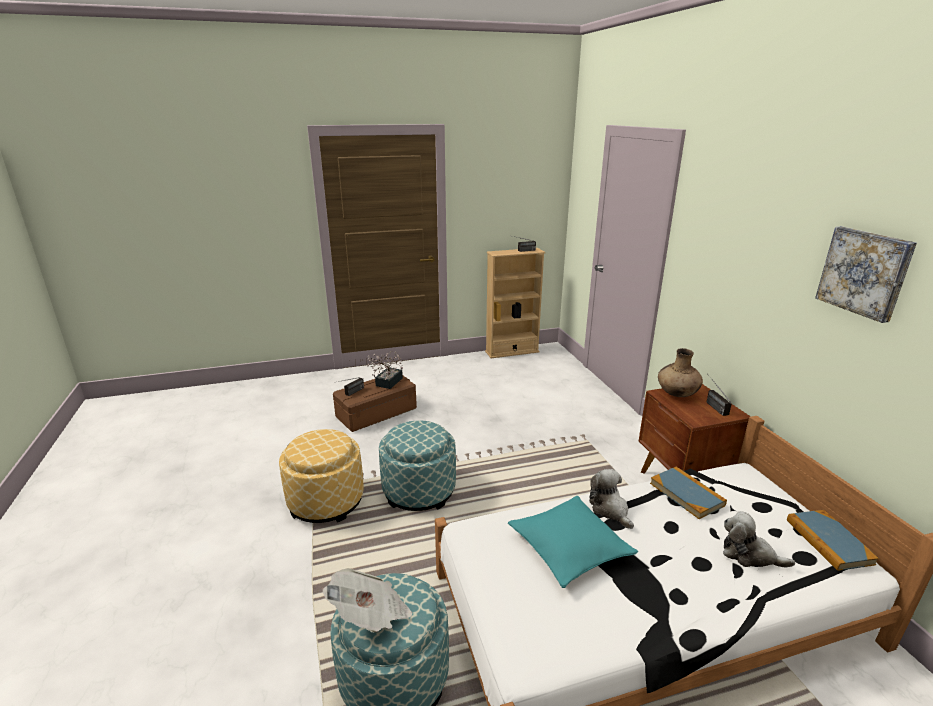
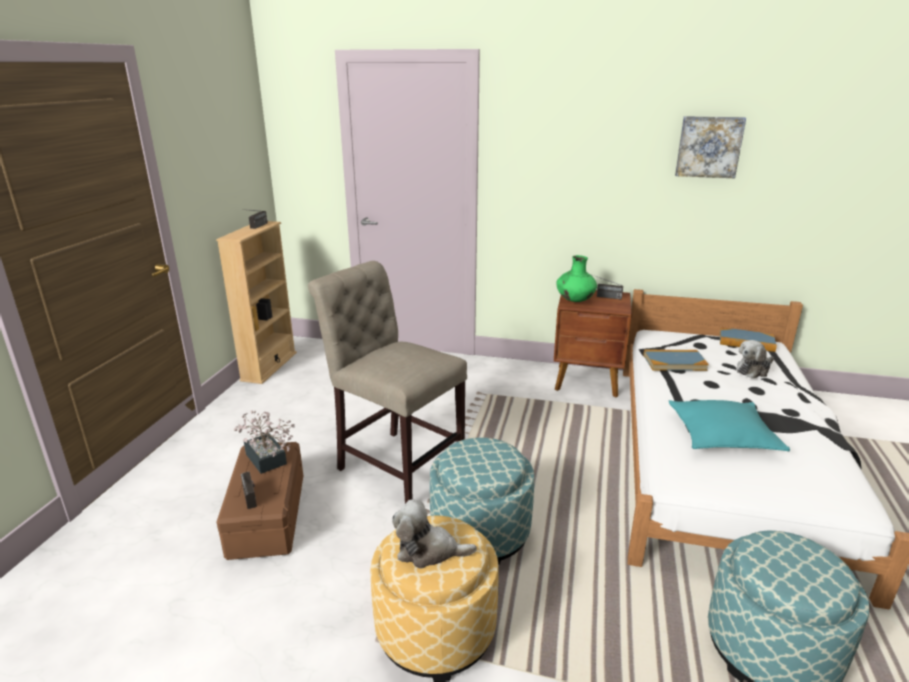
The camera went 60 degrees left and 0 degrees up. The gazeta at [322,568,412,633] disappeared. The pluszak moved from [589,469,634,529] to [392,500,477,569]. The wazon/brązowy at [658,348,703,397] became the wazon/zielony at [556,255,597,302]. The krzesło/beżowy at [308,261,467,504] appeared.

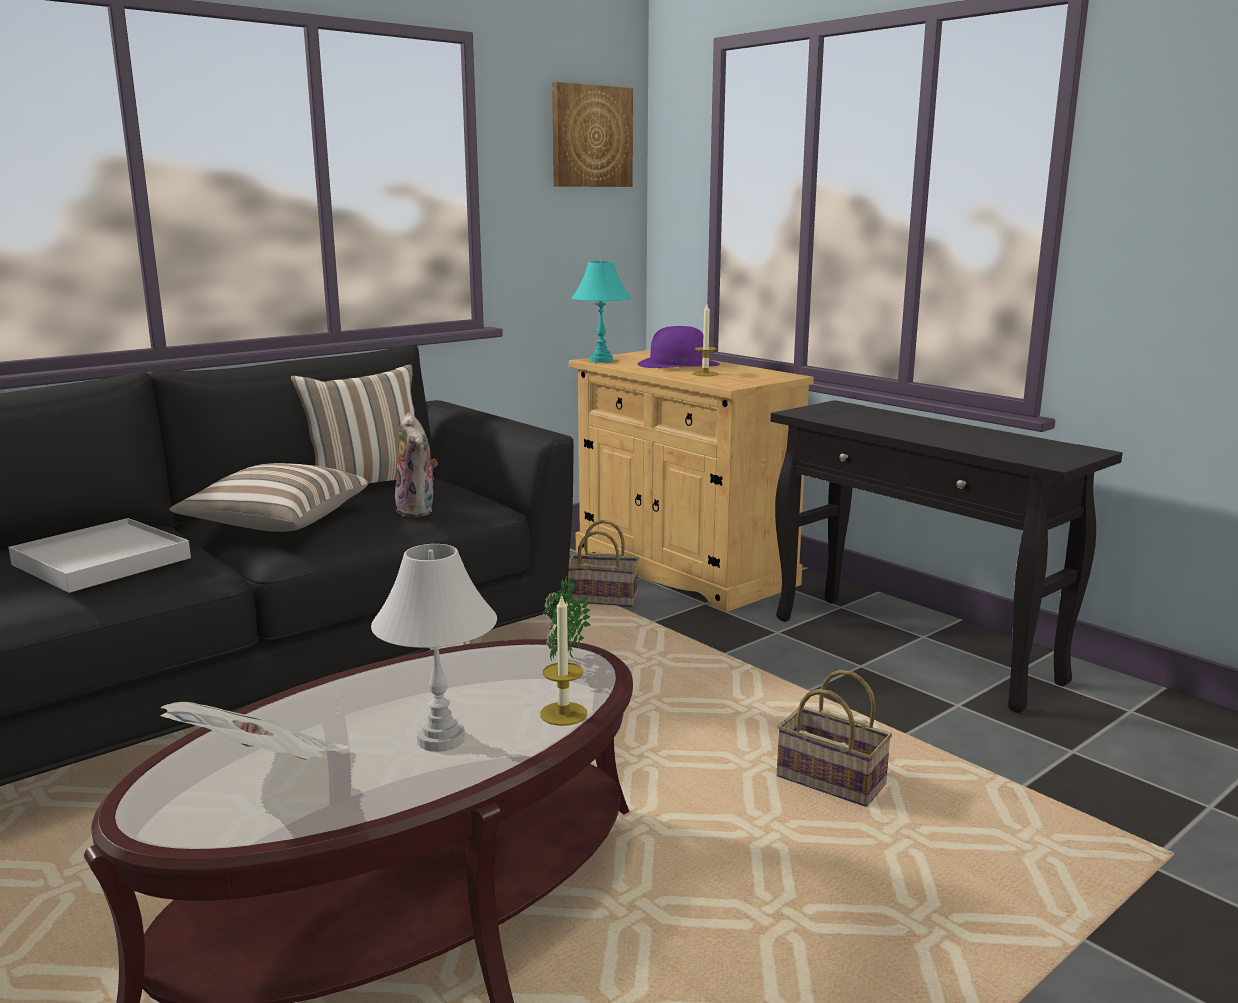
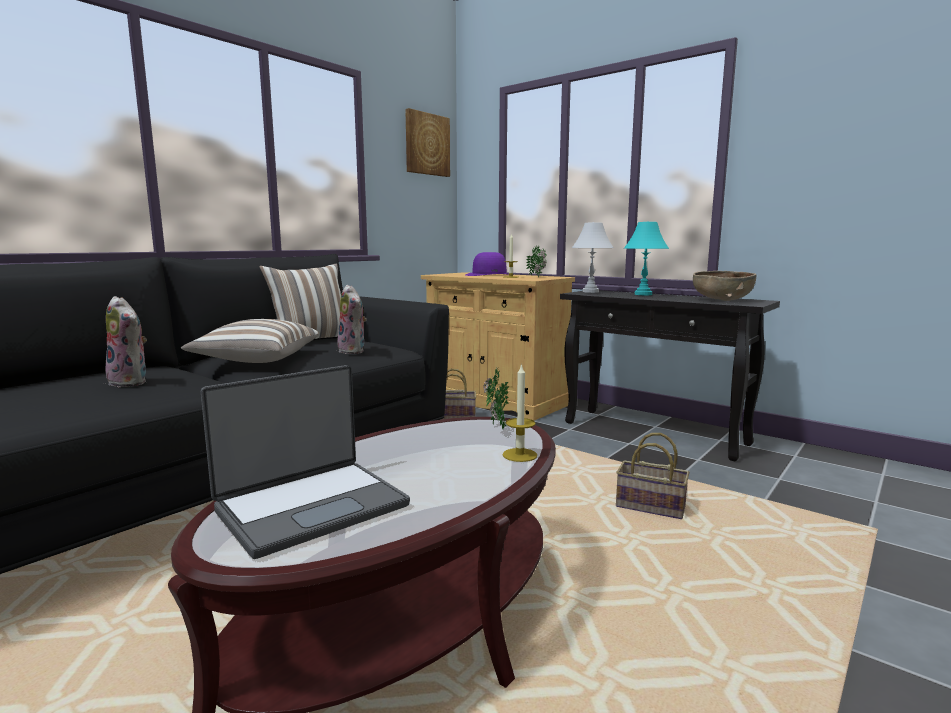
The camera went 10 degrees left and 5 degrees down. The taca/biały at [8,518,191,593] was replaced by the pluszak at [106,296,147,387]. The gazeta at [160,702,349,760] was replaced by the laptop at [200,365,410,559]. The lampa stołowa/biały moved from [371,544,497,752] to [572,222,614,293]. The lampa stołowa/turkusowy moved from [572,261,631,363] to [624,221,669,295]. The roślina doniczkowa at [526,245,547,277] appeared. The miska/brązowy at [693,271,757,301] appeared.

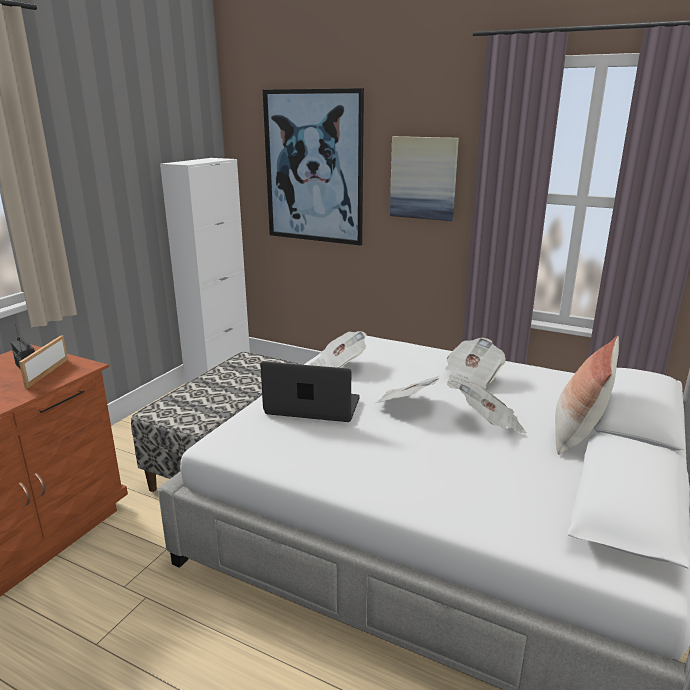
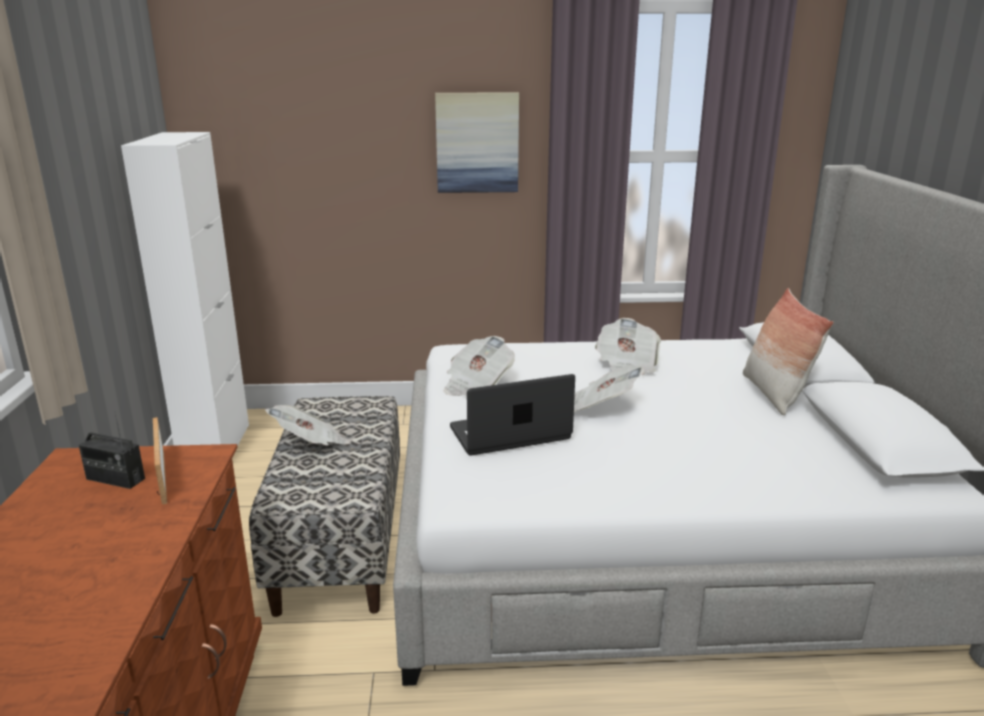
The camera went 30 degrees left and 0 degrees up. The obraz at [263,88,364,245] disappeared. The gazeta moved from [457,382,527,433] to [265,405,350,445].

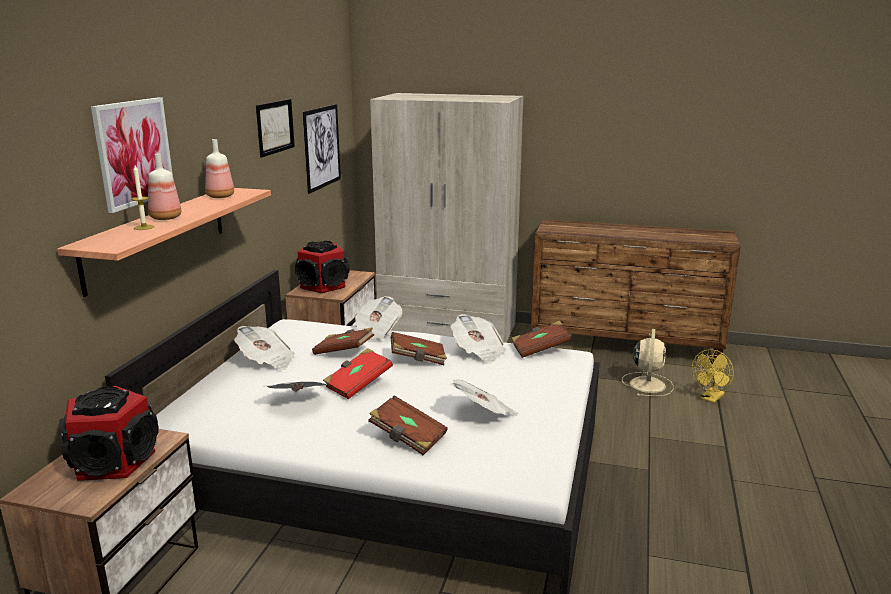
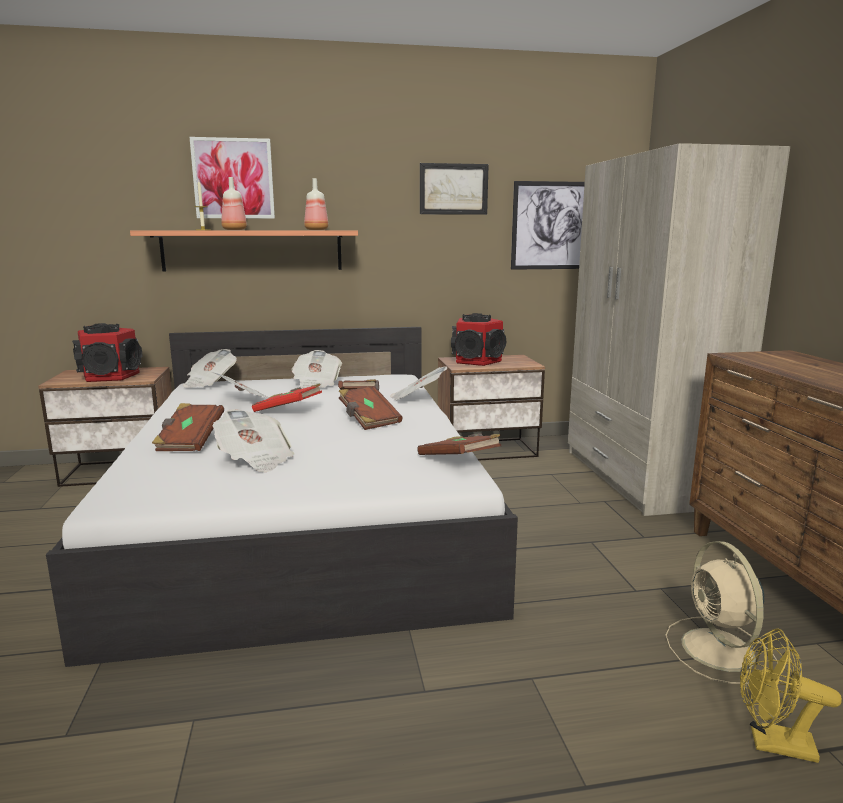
The camera went 65 degrees right and 5 degrees down. The gazeta moved from [451,314,506,363] to [183,349,237,388]. The wentylator/beżowy at [622,329,674,396] turned 90 degrees clockwise.

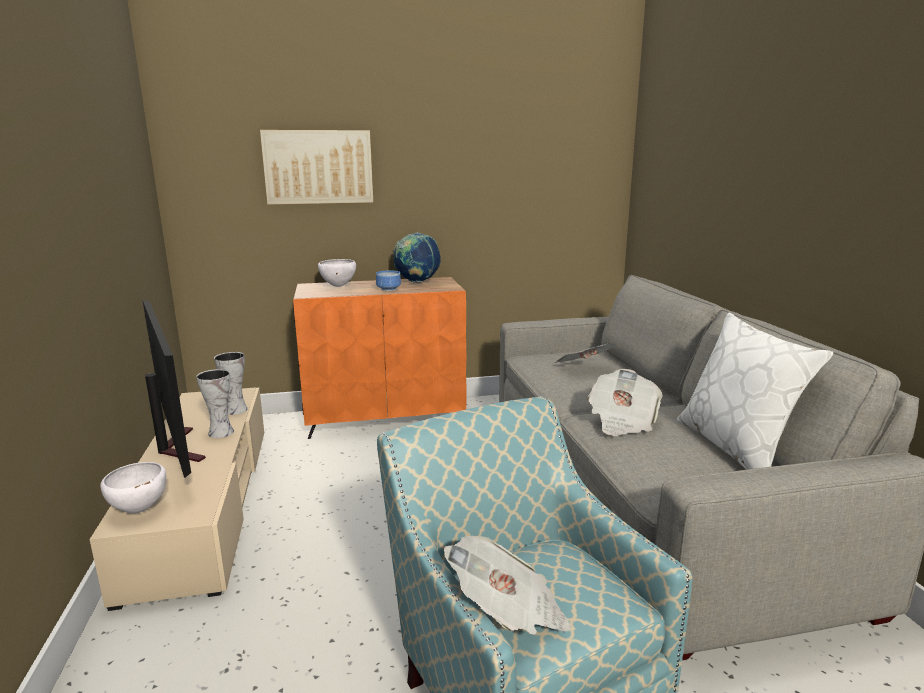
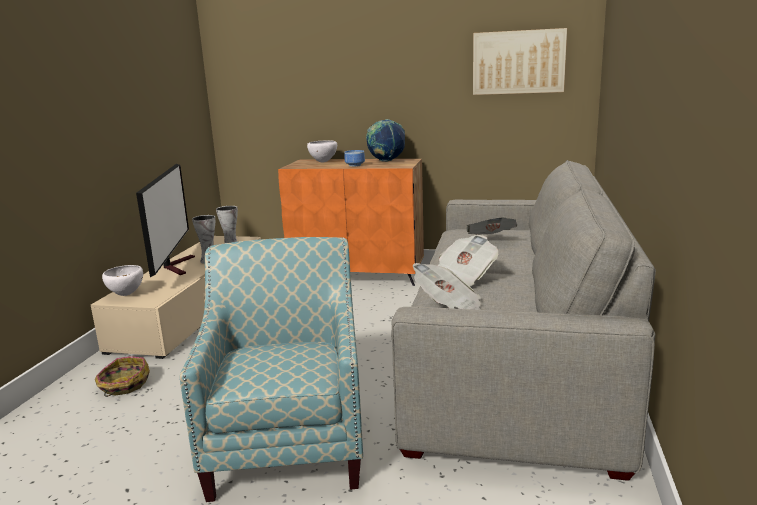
The camera went 25 degrees right and 0 degrees up. The obraz moved from [260,130,373,205] to [473,28,567,95]. The gazeta moved from [444,536,572,635] to [412,263,481,310]. The poduszka/biały at [677,313,833,470] disappeared. The koszyk at [95,356,150,397] appeared.

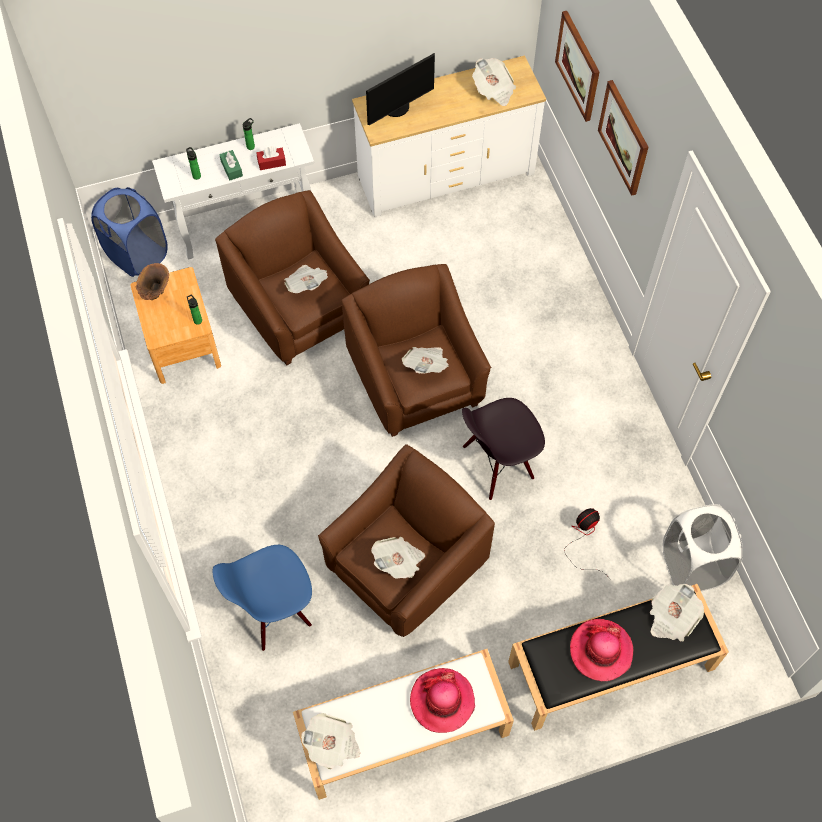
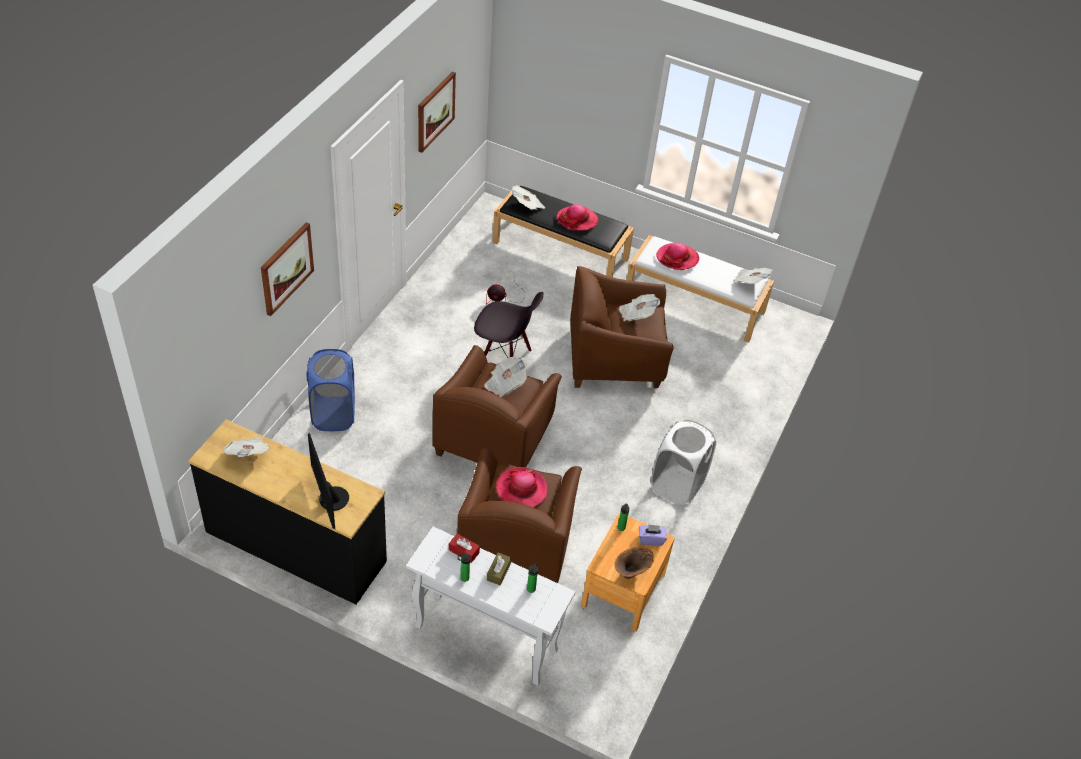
The camera went 140 degrees left and 15 degrees down. The kosz na pranie/niebieski moved from [91,187,168,277] to [306,349,355,431]. The krzesło/niebieski at [213,545,312,651] disappeared. The pudełko chusteczek/zielony at [219,150,243,181] became the pudełko chusteczek/brązowy at [487,553,511,585]. The gazeta at [284,265,328,293] was replaced by the kapelusz at [496,467,548,507]. The komoda/biały at [352,55,546,217] became the komoda/czarny at [188,419,387,605]. The monitor at [366,53,435,125] turned 120 degrees counterclockwise. The obraz moved from [555,11,599,122] to [418,72,456,153]. The kosz na pranie/biały moved from [663,504,743,591] to [651,420,716,505]. The pudełko chusteczek/fioletowy at [639,524,667,546] appeared.

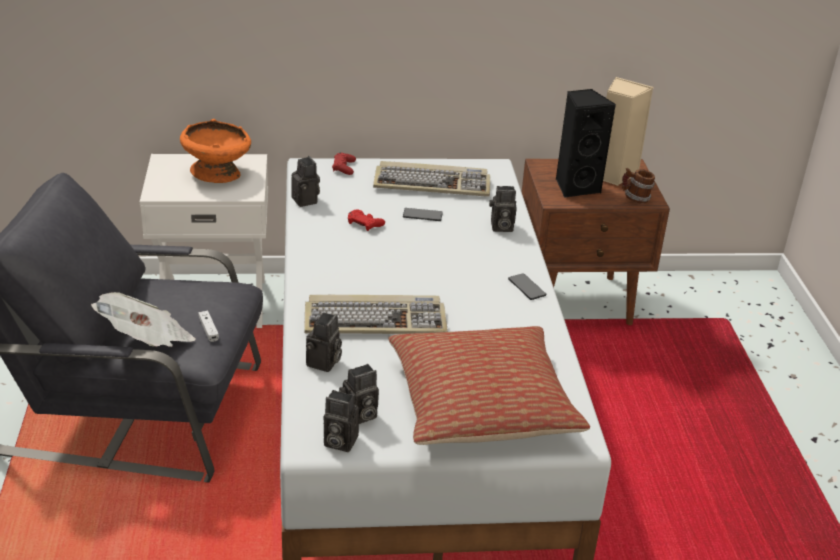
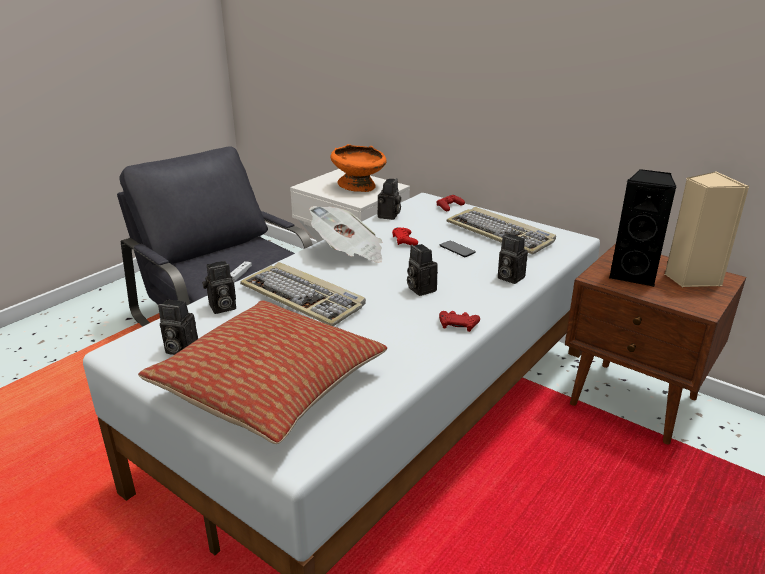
The camera went 45 degrees right and 5 degrees down. The gazeta moved from [91,292,196,347] to [309,206,382,263]. The aparat fotograficzny moved from [324,390,359,452] to [407,244,438,296]. The telefon at [508,273,546,300] was replaced by the pad do gier/czerwony at [439,311,480,332]. The kubek at [622,168,655,204] disappeared.

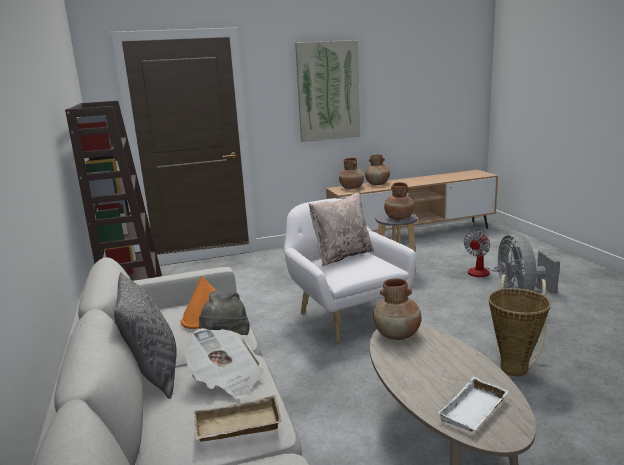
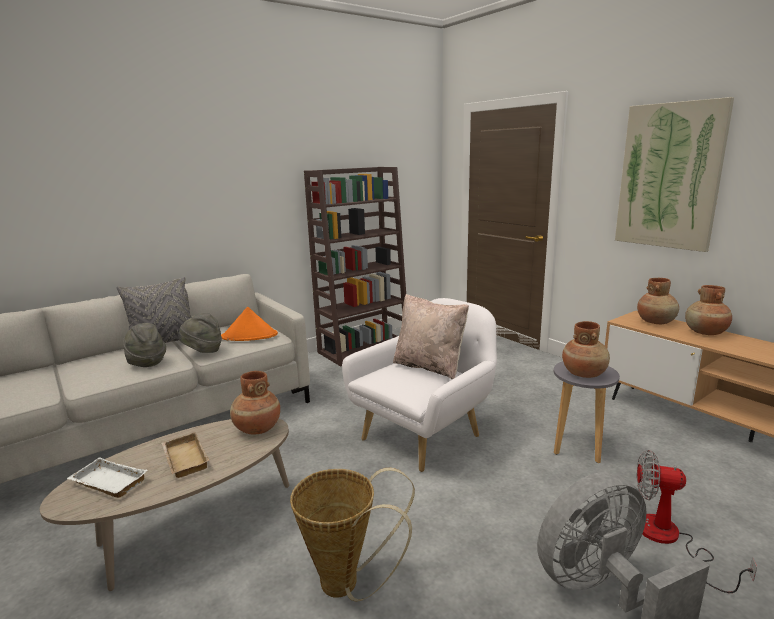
The camera went 70 degrees right and 0 degrees up. The gazeta at [183,328,264,399] was replaced by the kapelusz/szary at [123,323,166,367]. The taca/beżowy moved from [194,395,282,442] to [162,432,209,478].

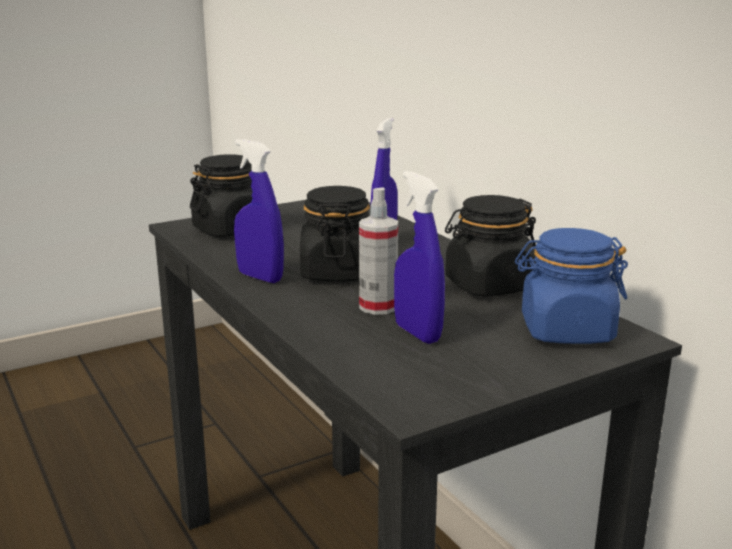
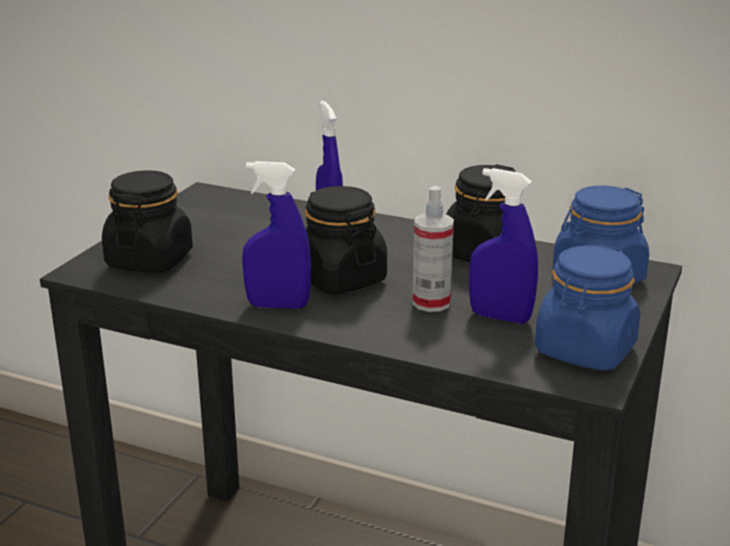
The camera went 35 degrees left and 5 degrees up. The słoik/niebieski at [535,244,641,371] appeared.

